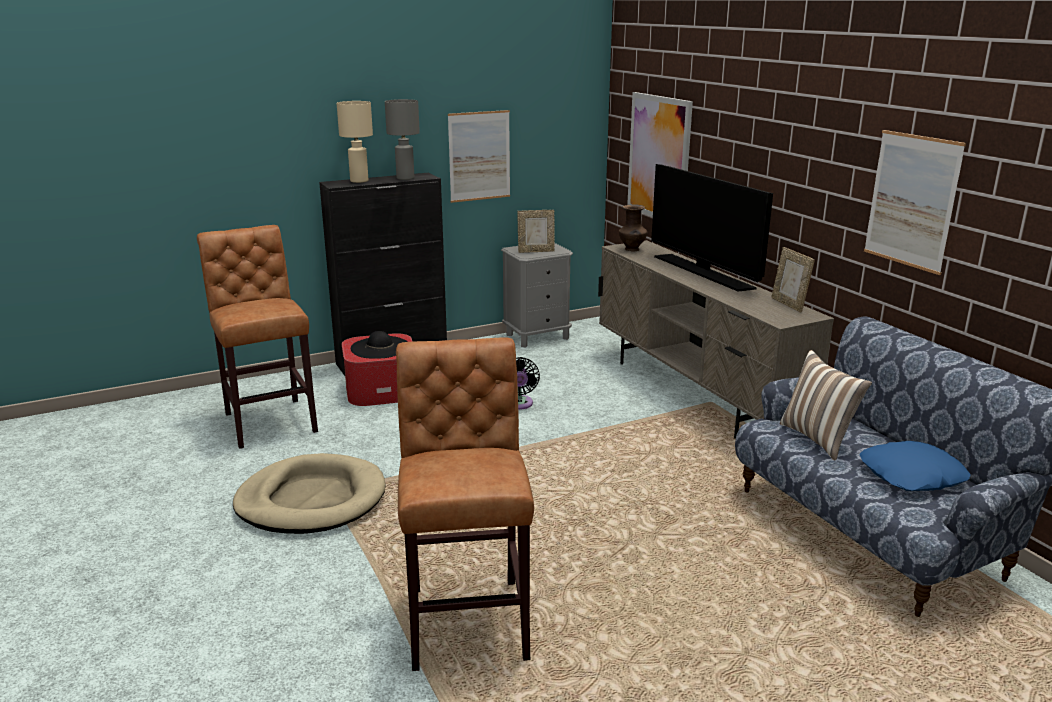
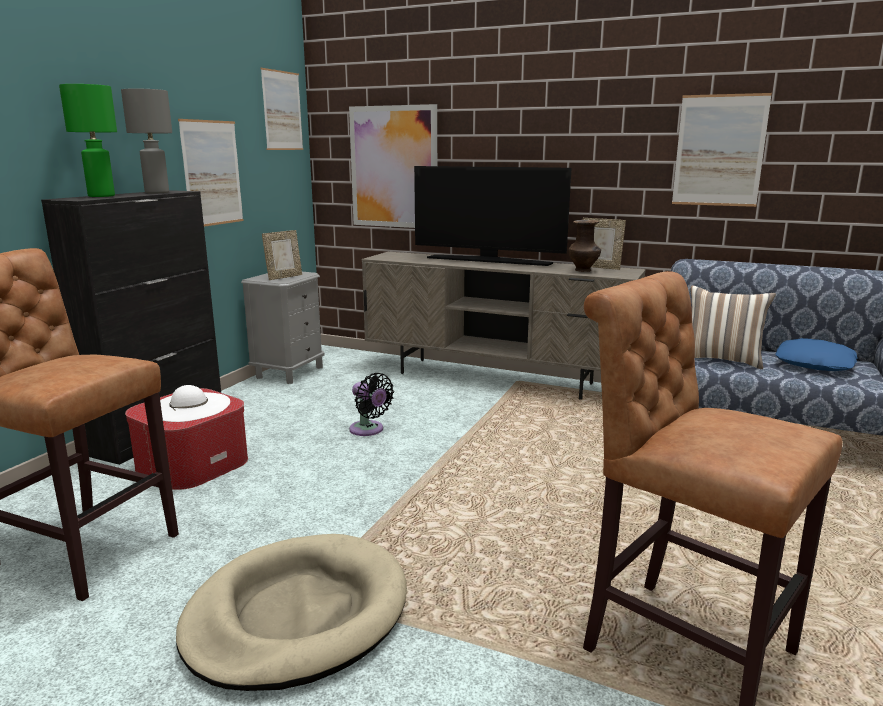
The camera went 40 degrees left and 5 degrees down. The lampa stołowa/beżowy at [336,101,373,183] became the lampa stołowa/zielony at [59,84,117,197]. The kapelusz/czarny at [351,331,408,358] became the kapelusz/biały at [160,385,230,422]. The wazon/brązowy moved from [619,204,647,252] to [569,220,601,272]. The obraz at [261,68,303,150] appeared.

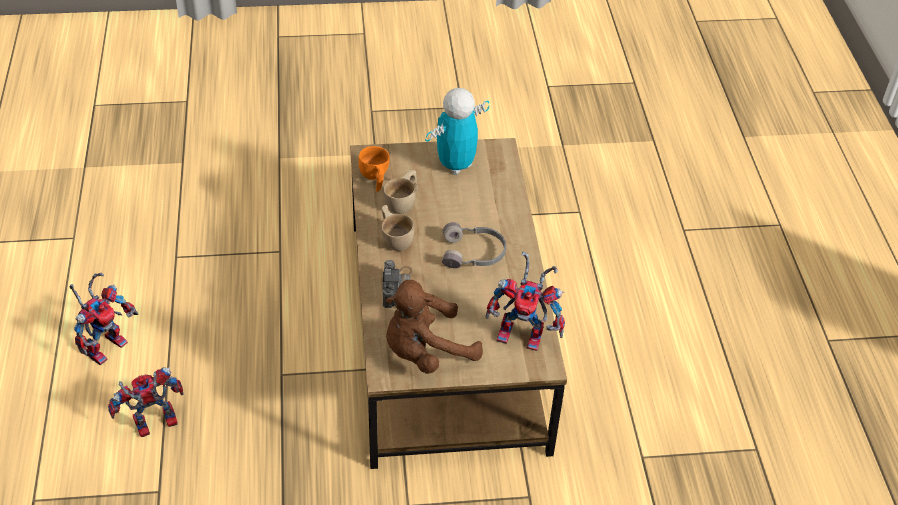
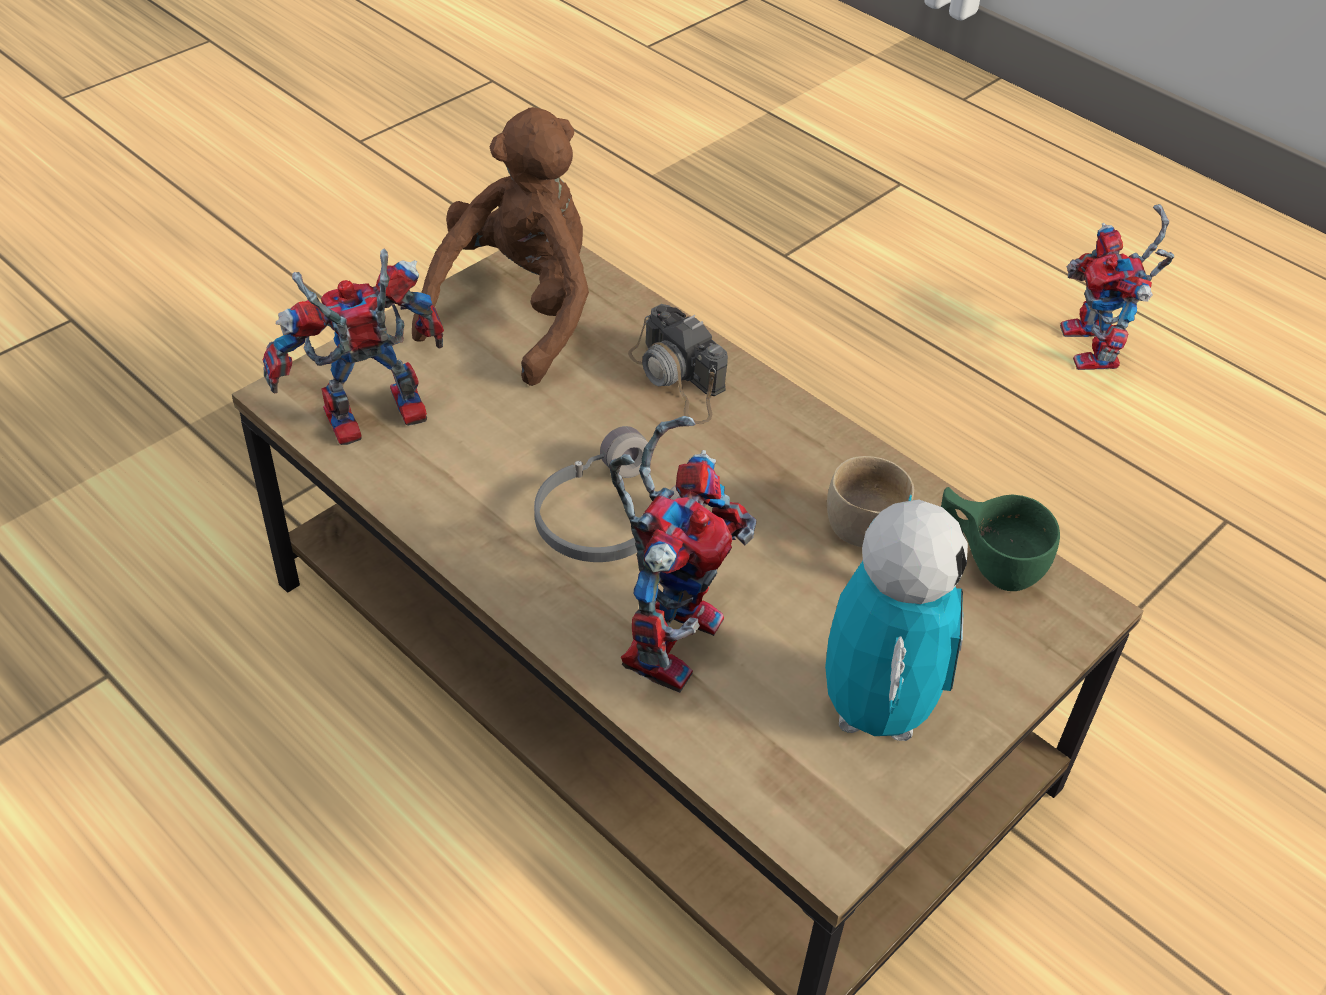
The camera went 140 degrees right and 0 degrees up. The robot zabawkowy moved from [108,367,183,437] to [609,416,756,693]. The filiżanka/pomarańczowy at [358,146,390,192] became the filiżanka/zielony at [941,487,1060,591]. The filiżanka/beżowy at [381,205,414,251] disappeared.

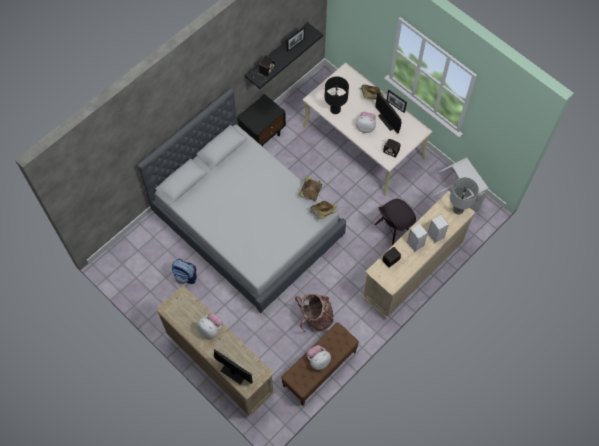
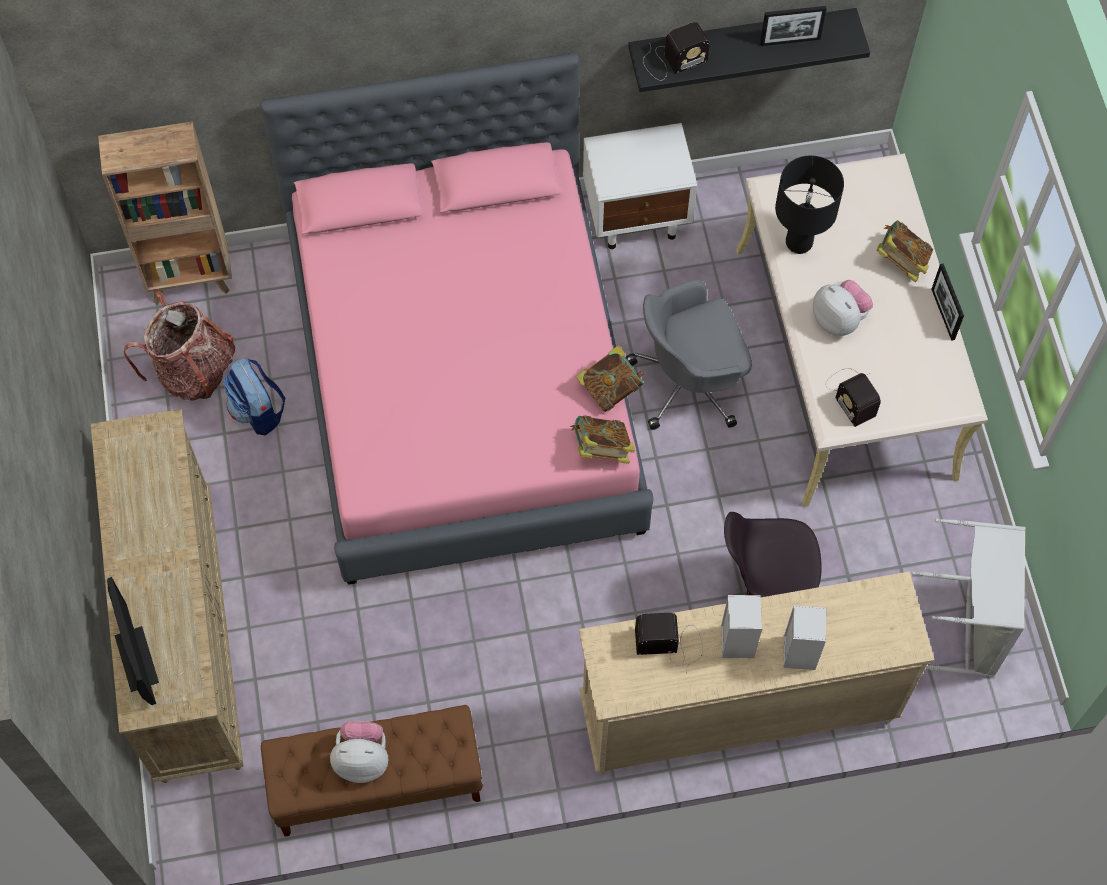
The camera went 35 degrees right and 0 degrees up. The łóżko/szary at [138,88,346,313] became the łóżko/różowy at [260,53,654,585]. The pluszak at [197,313,223,339] disappeared. The szafka nocna/czarny at [237,94,286,147] became the szafka nocna/biały at [583,123,697,249]. The plecak moved from [295,294,334,332] to [124,290,235,401]. The monitor at [375,92,401,134] disappeared. The lampa stołowa/szary at [450,177,479,214] disappeared. The regał/brązowy at [98,122,232,305] appeared. The krzesło biurowe/szary at [626,279,752,430] appeared.

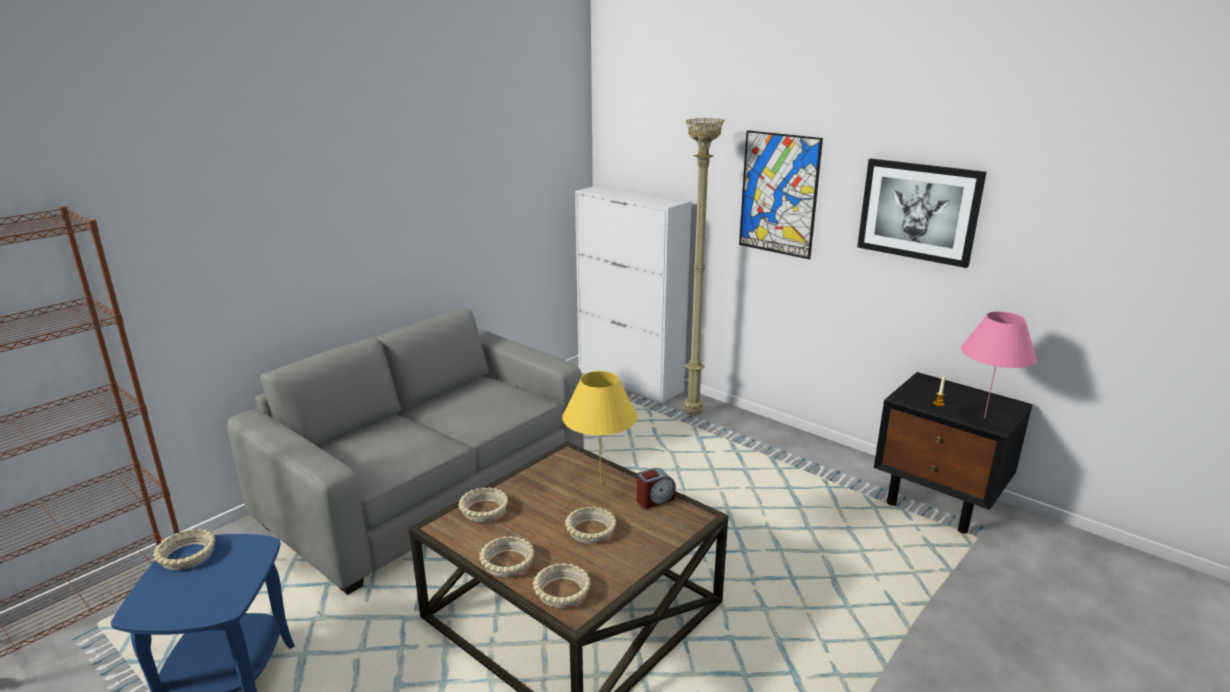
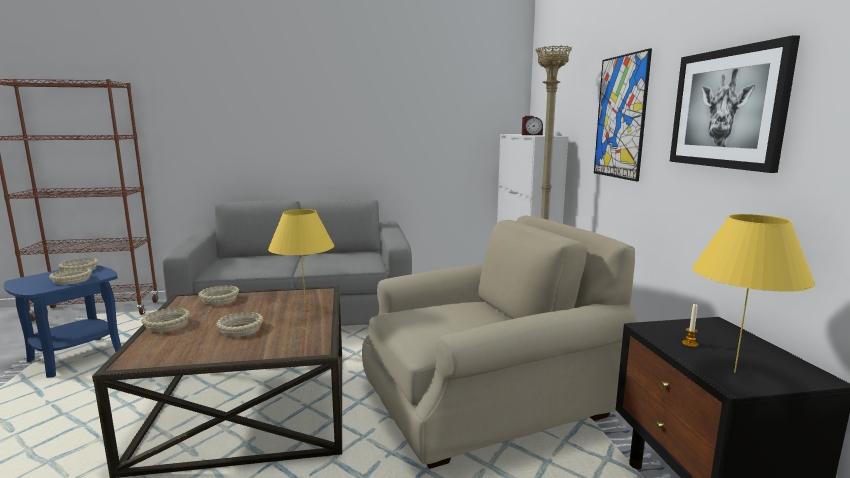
The camera went 40 degrees right and 10 degrees down. The miska/beżowy moved from [533,563,590,608] to [49,268,92,285]. The budzik moved from [637,468,676,509] to [522,116,543,135]. The lampa stołowa/różowy at [961,311,1037,418] became the lampa stołowa/żółty at [692,214,815,373]. The fotel/beżowy at [362,216,636,469] appeared.

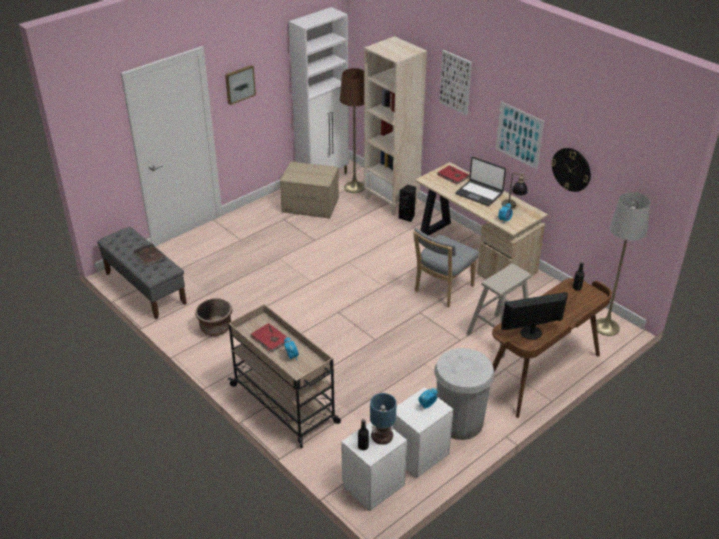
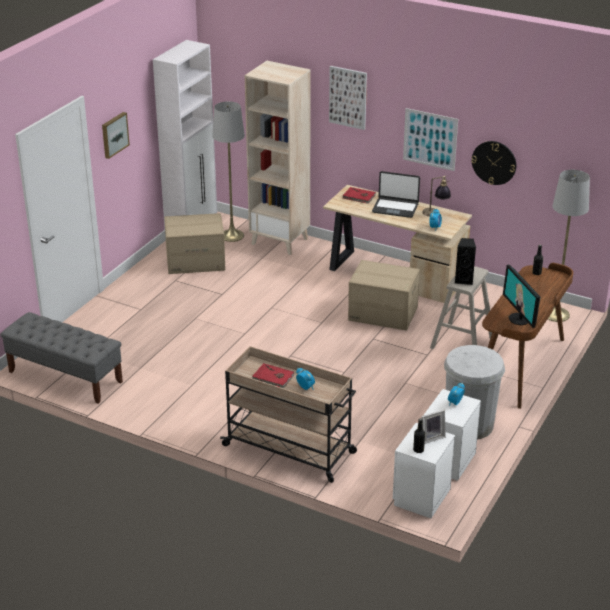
The camera went 20 degrees left and 5 degrees down. The książka/brązowy at [134,243,165,266] disappeared. The donica/brązowy at [195,298,232,336] disappeared. The lampa stojąca/brązowy at [340,68,365,193] became the lampa stojąca/szary at [212,101,245,242]. The lampa stołowa at [370,393,397,445] was replaced by the ramka na zdjęcie at [421,409,446,444]. The głośnik/czarny moved from [399,185,416,222] to [455,238,476,285]. The krzesło/szary at [413,228,479,307] was replaced by the karton at [348,260,420,331]. The monitor at [501,292,568,340] turned 75 degrees counterclockwise.

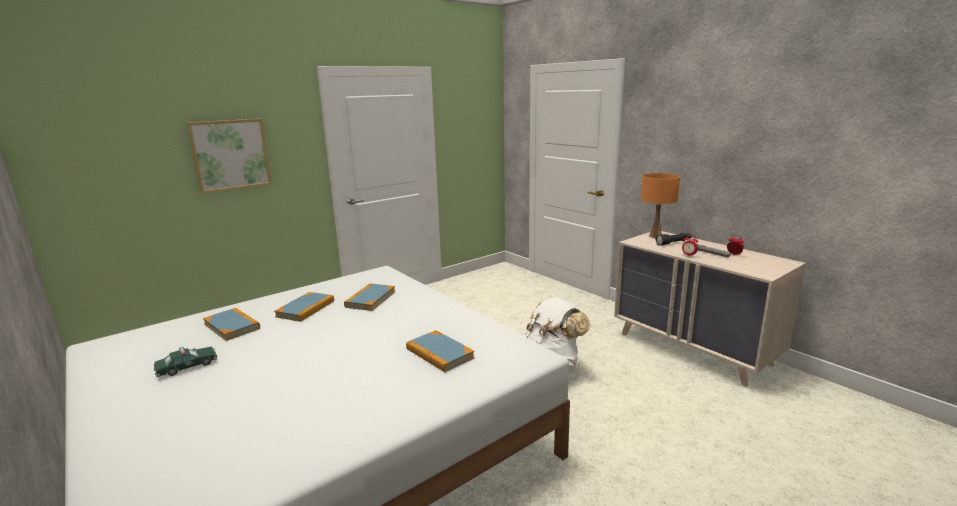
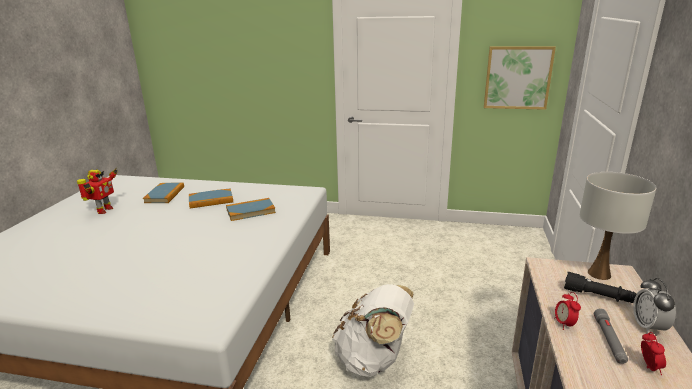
The camera went 50 degrees right and 5 degrees up. The samochodzik at [154,346,217,377] was replaced by the robot zabawkowy at [77,168,118,214]. The obraz moved from [187,119,272,194] to [484,46,556,110]. The książka at [406,330,475,372] disappeared. The lampa stołowa/pomarańczowy at [641,173,680,238] became the lampa stołowa/biały at [580,172,656,280]. The budzik at [633,278,676,334] appeared.

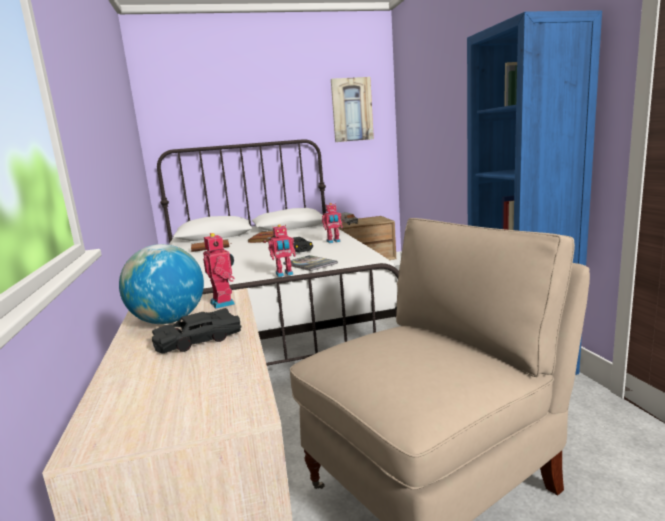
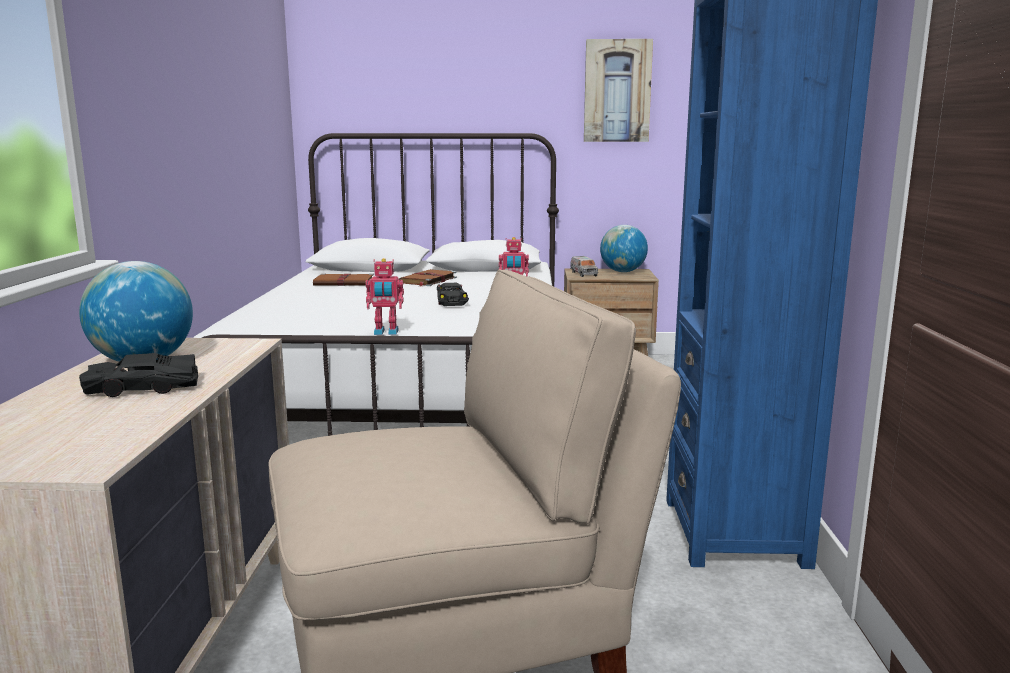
The camera went 15 degrees right and 0 degrees up. The robot zabawkowy at [203,233,235,309] disappeared. The książka at [283,255,338,271] disappeared. The globus at [600,225,648,272] appeared.

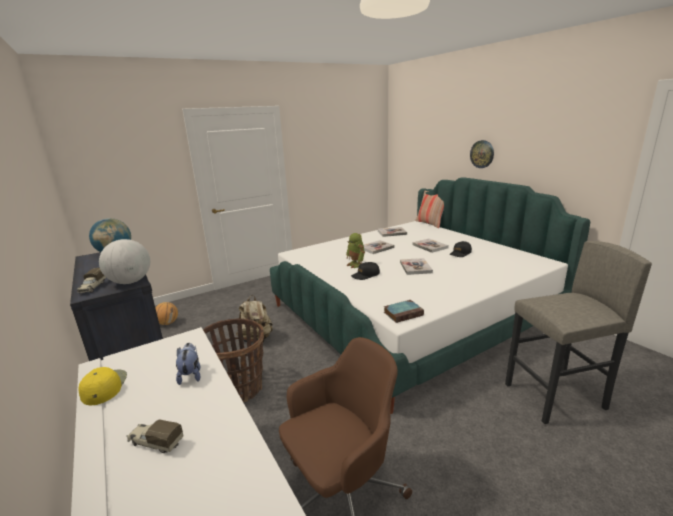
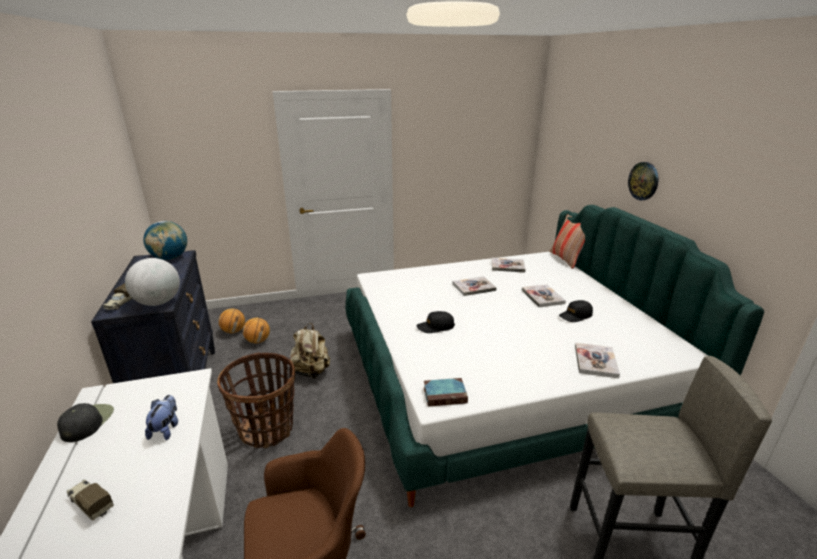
The camera went 15 degrees right and 5 degrees up. The czapka z daszkiem/żółty at [78,367,127,405] became the czapka z daszkiem/czarny at [57,403,114,442]. The robot zabawkowy at [346,233,365,268] disappeared. The książka moved from [400,258,433,275] to [575,343,620,378]. The piłka do koszykówki at [243,318,270,343] appeared.

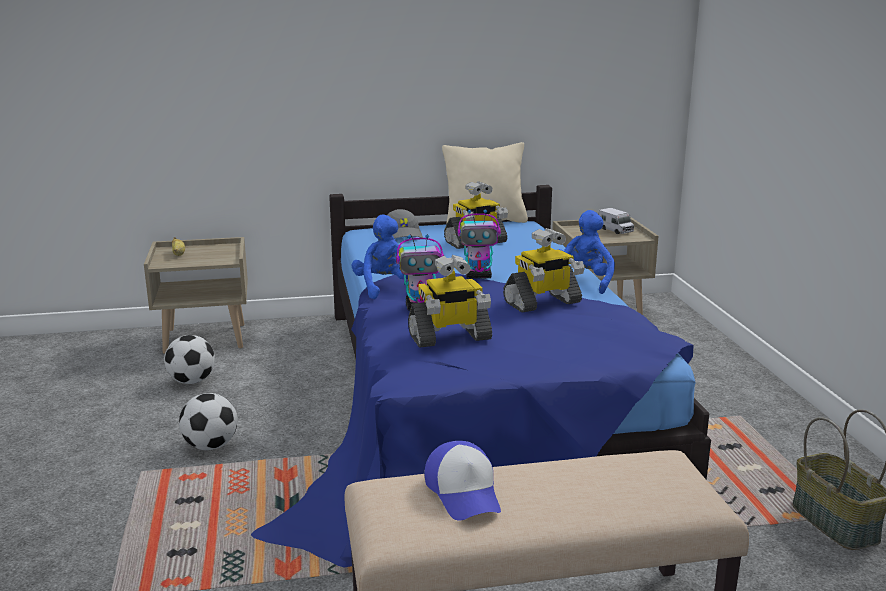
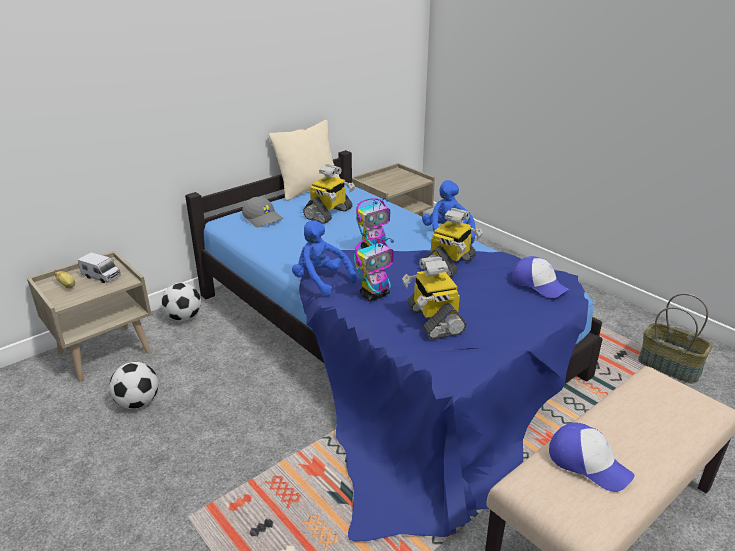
The camera went 30 degrees left and 10 degrees up. The piłka futbolowa moved from [179,393,237,450] to [161,283,201,321]. The robot zabawkowy at [408,255,492,348] turned 120 degrees clockwise. The ciężarówka zabawkowa moved from [598,208,634,234] to [78,252,121,283]. The czapka z daszkiem at [512,256,569,298] appeared.

